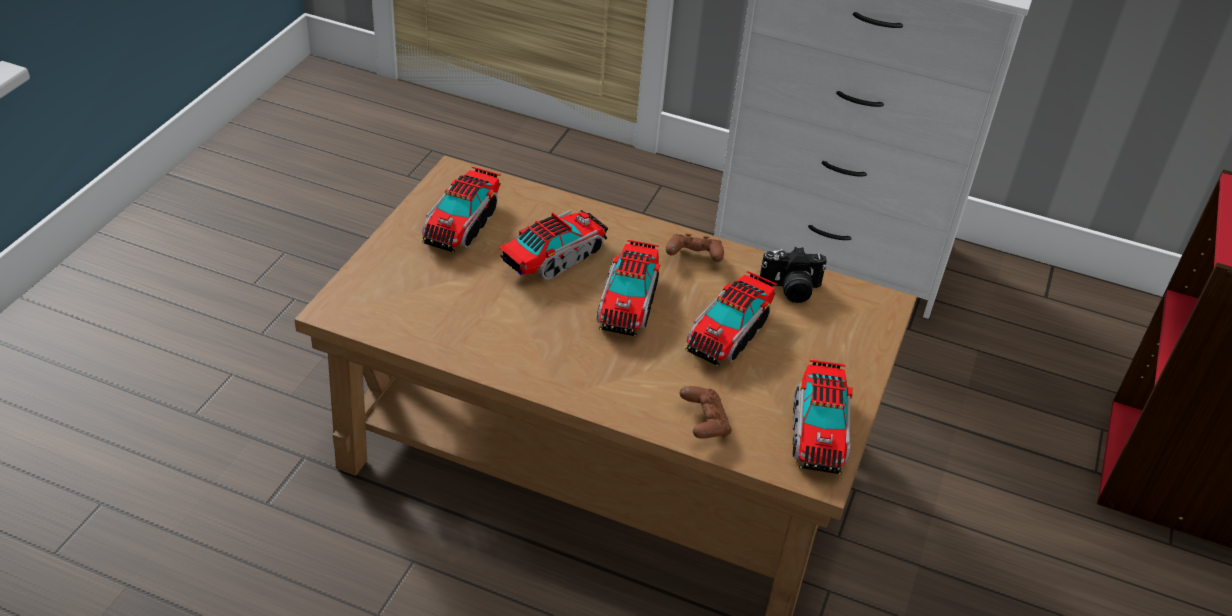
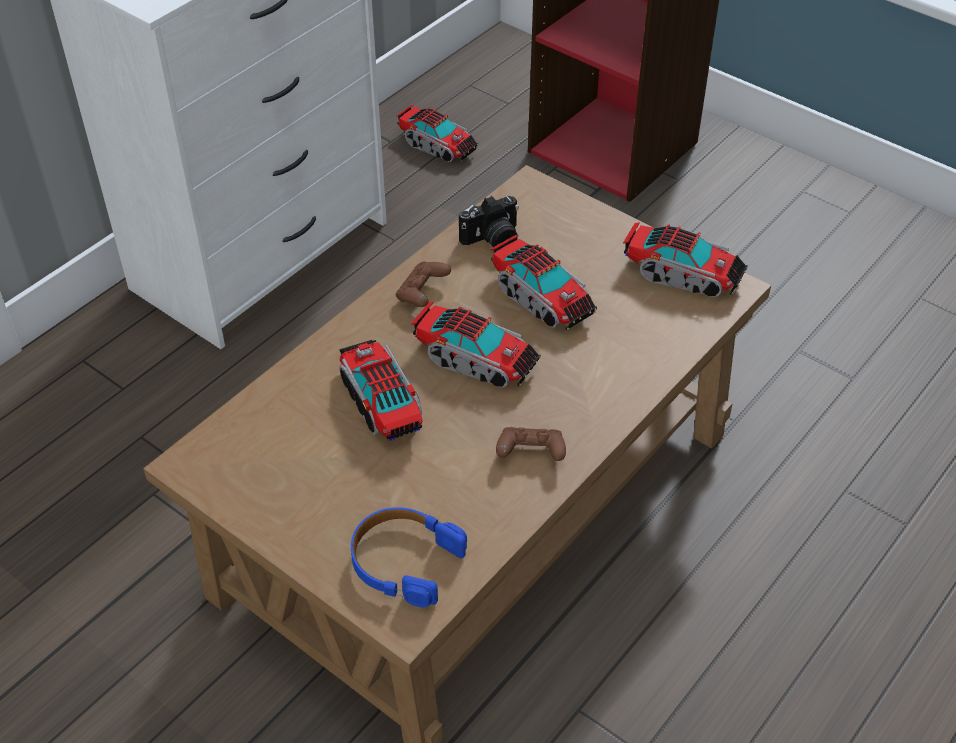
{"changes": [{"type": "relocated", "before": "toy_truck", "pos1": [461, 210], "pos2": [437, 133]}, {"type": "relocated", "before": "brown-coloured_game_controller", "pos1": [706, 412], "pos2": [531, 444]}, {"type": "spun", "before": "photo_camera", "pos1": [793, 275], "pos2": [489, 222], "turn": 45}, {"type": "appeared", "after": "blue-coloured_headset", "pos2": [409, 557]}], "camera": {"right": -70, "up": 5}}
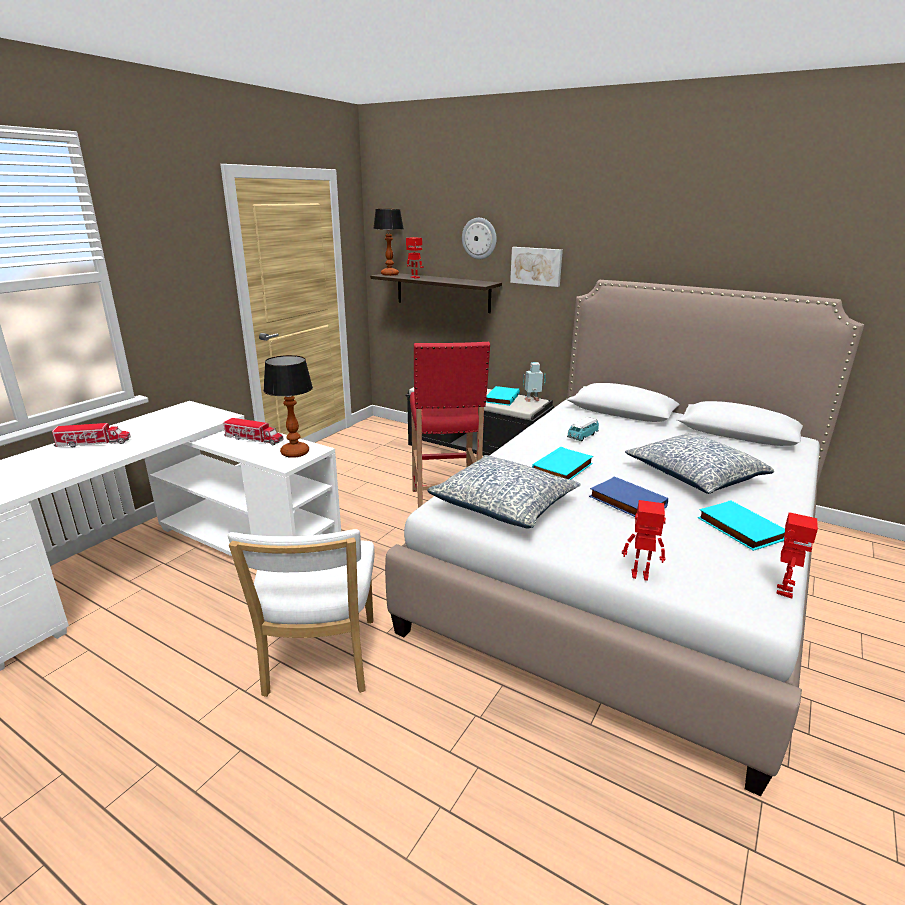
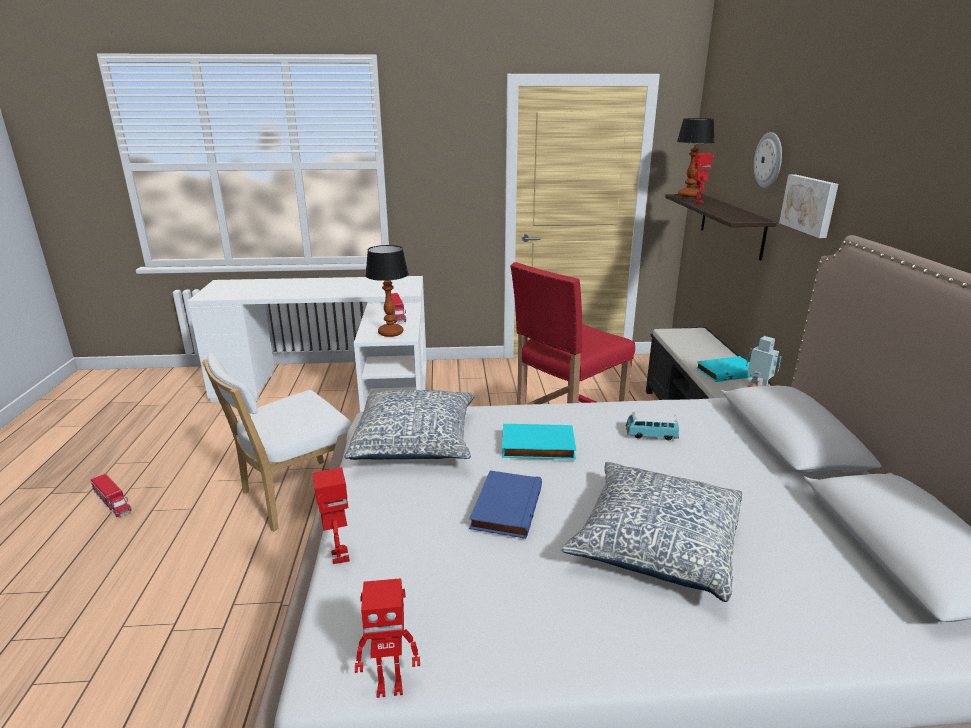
{"changes": [{"type": "relocated", "before": "toy_truck", "pos1": [91, 435], "pos2": [111, 495]}, {"type": "missing", "before": "turquoise-coloured_volume", "pos1": [741, 525]}], "camera": {"right": 55, "up": 0}}
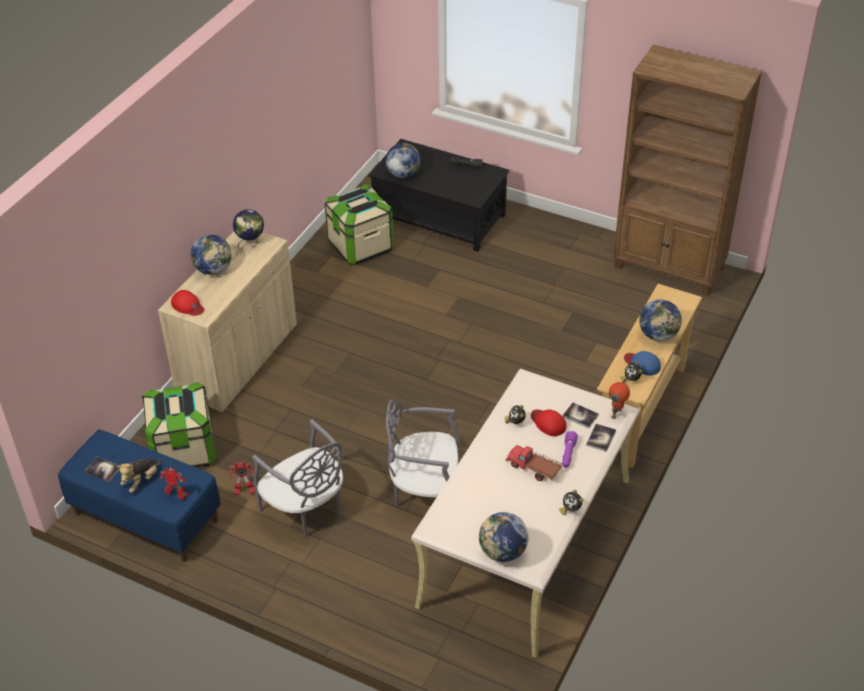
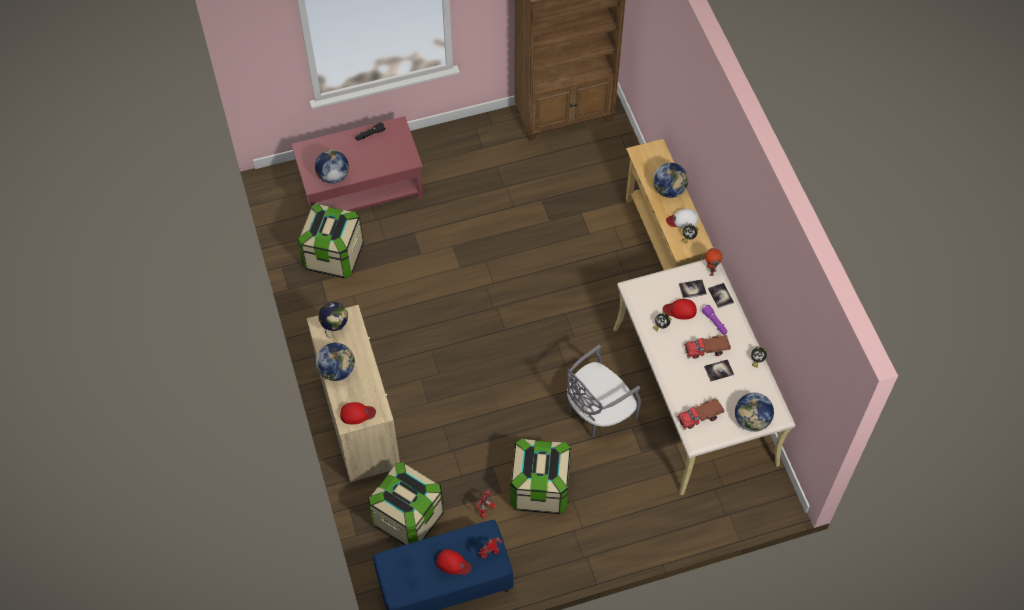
{"changes": [{"type": "relocated", "before": "volume", "pos1": [102, 469], "pos2": [719, 370]}, {"type": "exchanged", "before": "cuddly_toy", "after": "reddish_baseball_cap", "pos1": [139, 476], "pos2": [454, 562]}, {"type": "exchanged", "before": "greyish_plain_chair", "after": "storage_container", "pos1": [297, 478], "pos2": [541, 476]}, {"type": "colour", "before": "blackish_low_table", "after": "reddish_low_table", "pos1": [438, 195], "pos2": [357, 163]}, {"type": "colour", "before": "blue-coloured_baseball_cap", "after": "whitish_baseball_cap", "pos1": [642, 363], "pos2": [682, 219]}, {"type": "appeared", "after": "toy_truck", "pos2": [701, 414]}], "camera": {"right": -45, "up": 15}}
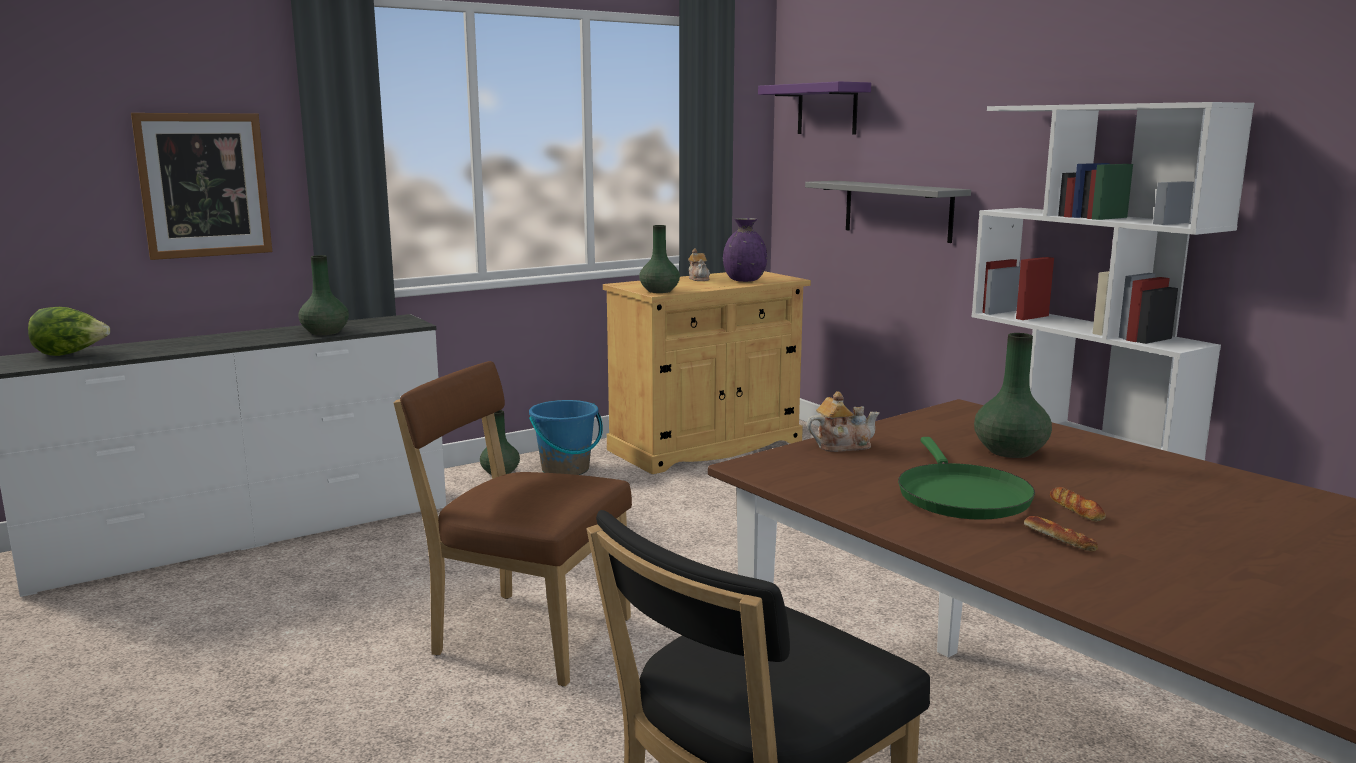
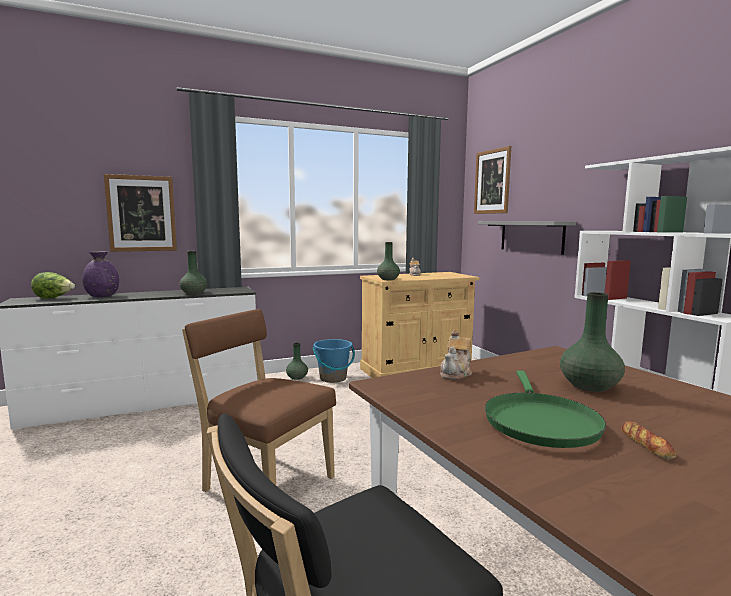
{"changes": [{"type": "relocated", "before": "purple-coloured_flower_vase", "pos1": [745, 250], "pos2": [100, 274]}, {"type": "exchanged", "before": "purple-coloured_wall_shelf", "after": "wall_art", "pos1": [814, 107], "pos2": [492, 180]}, {"type": "spun", "before": "tea_pot", "pos1": [843, 421], "pos2": [456, 354], "turn": 120}, {"type": "missing", "before": "baked_bread", "pos1": [1061, 533]}], "camera": {"right": 10, "up": -5}}
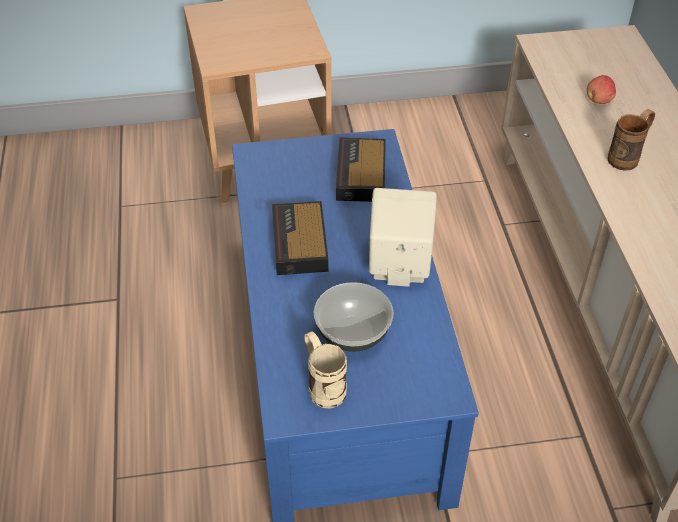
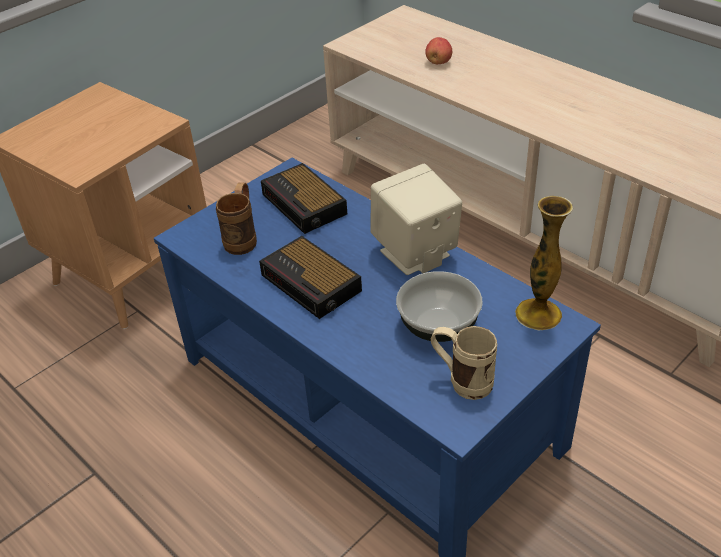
{"changes": [{"type": "relocated", "before": "brown-coloured_coffee_mug", "pos1": [631, 140], "pos2": [236, 218]}, {"type": "appeared", "after": "flower_vase", "pos2": [544, 263]}], "camera": {"right": -35, "up": -5}}
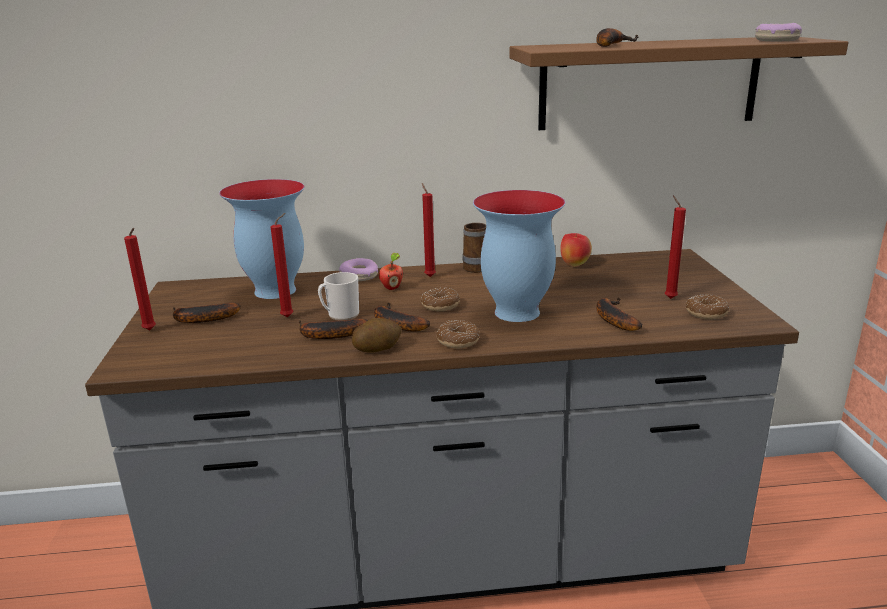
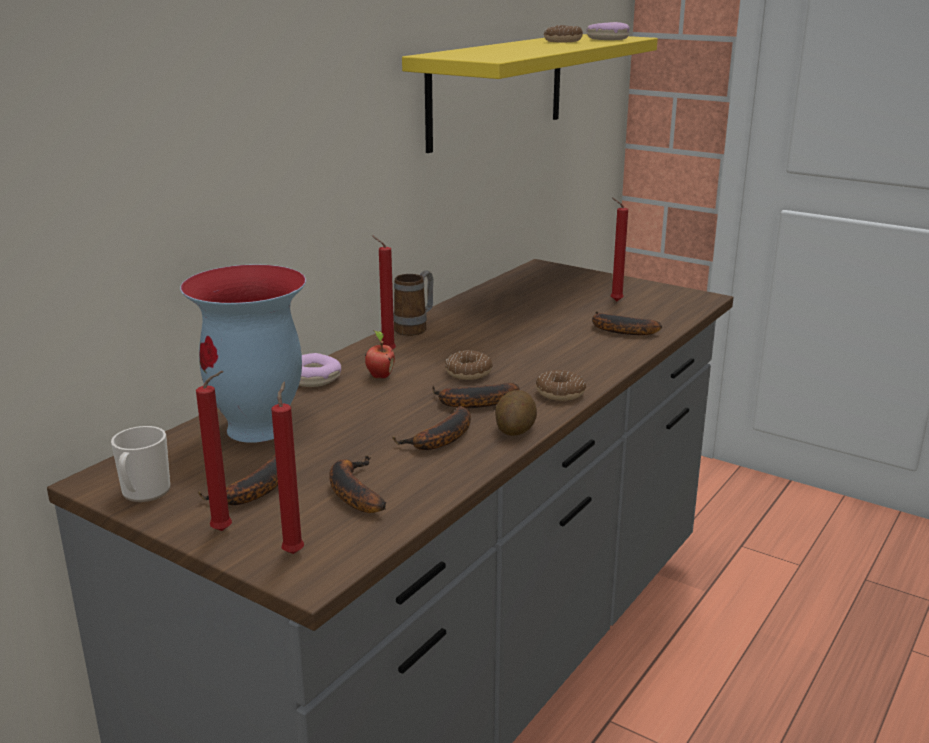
{"changes": [{"type": "relocated", "before": "reddish_wax_light", "pos1": [282, 265], "pos2": [288, 468]}, {"type": "relocated", "before": "coffee_mug", "pos1": [338, 296], "pos2": [140, 464]}, {"type": "missing", "before": "flower_vase", "pos1": [519, 256]}, {"type": "colour", "before": "brown-coloured_wall_shelf", "after": "yellow_wall_shelf", "pos1": [679, 83], "pos2": [530, 93]}, {"type": "missing", "before": "apple_fruit", "pos1": [576, 250]}, {"type": "relocated", "before": "banana_fruit", "pos1": [617, 37], "pos2": [357, 484]}, {"type": "relocated", "before": "ring_doughnut", "pos1": [707, 306], "pos2": [563, 33]}], "camera": {"right": -50, "up": 0}}
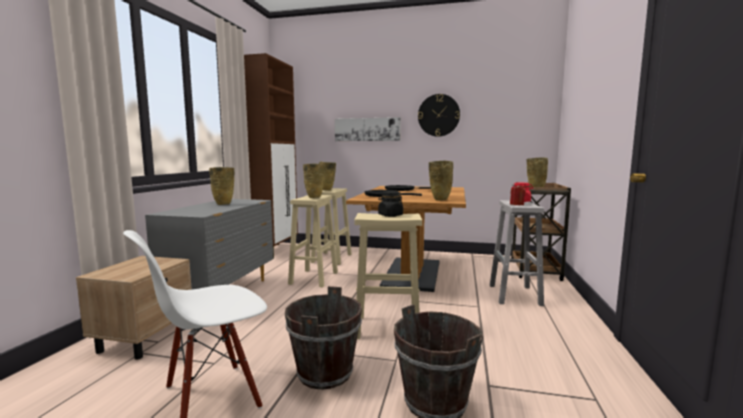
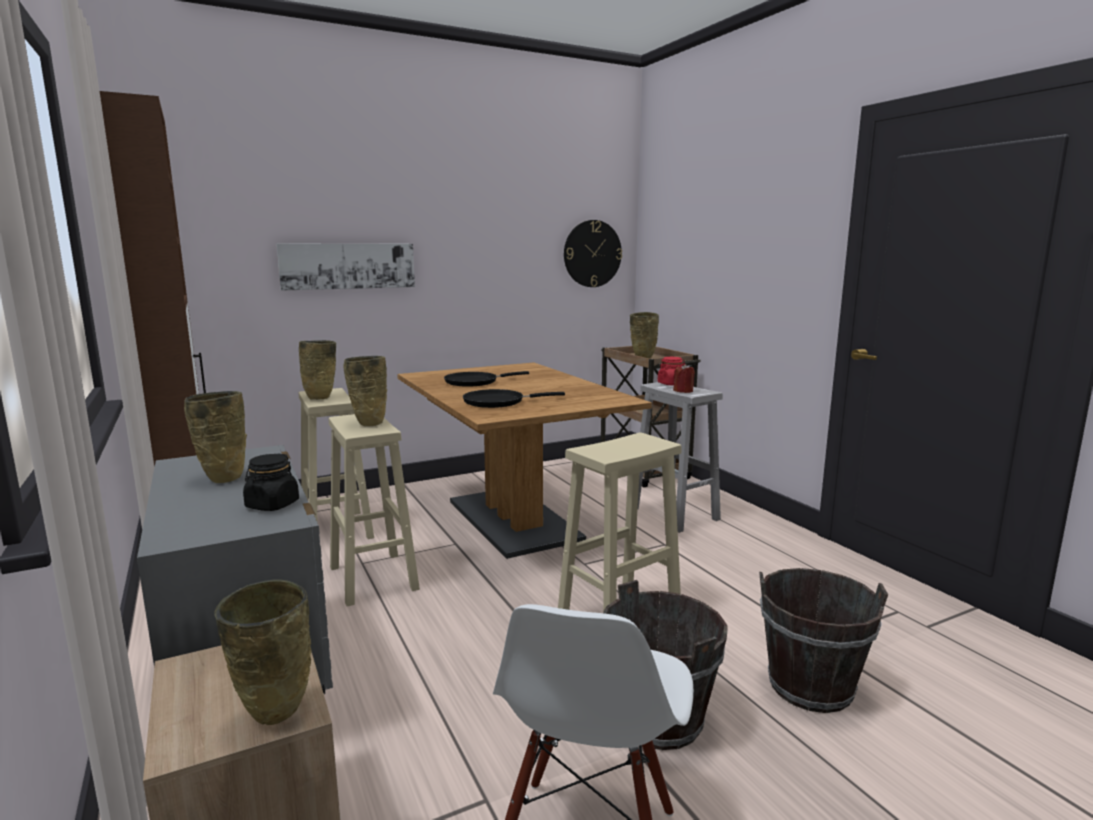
{"changes": [{"type": "relocated", "before": "blackish_jar", "pos1": [390, 204], "pos2": [271, 482]}, {"type": "relocated", "before": "wall_clock", "pos1": [439, 115], "pos2": [593, 253]}, {"type": "relocated", "before": "sand-coloured_flower_vase", "pos1": [441, 181], "pos2": [263, 652]}], "camera": {"right": -40, "up": 5}}
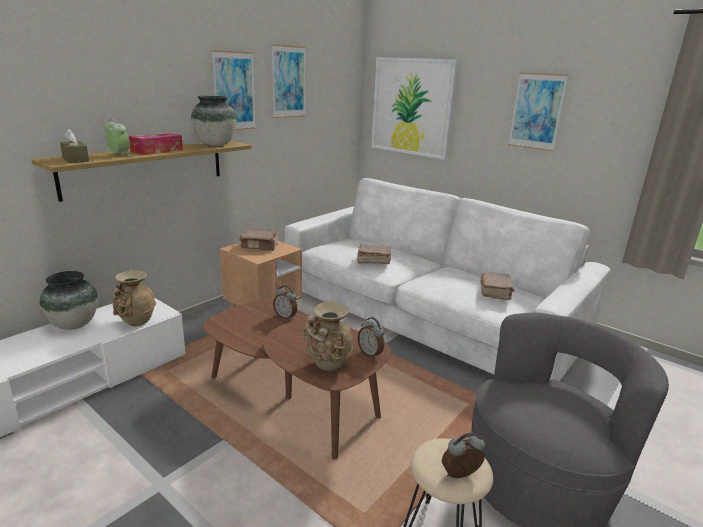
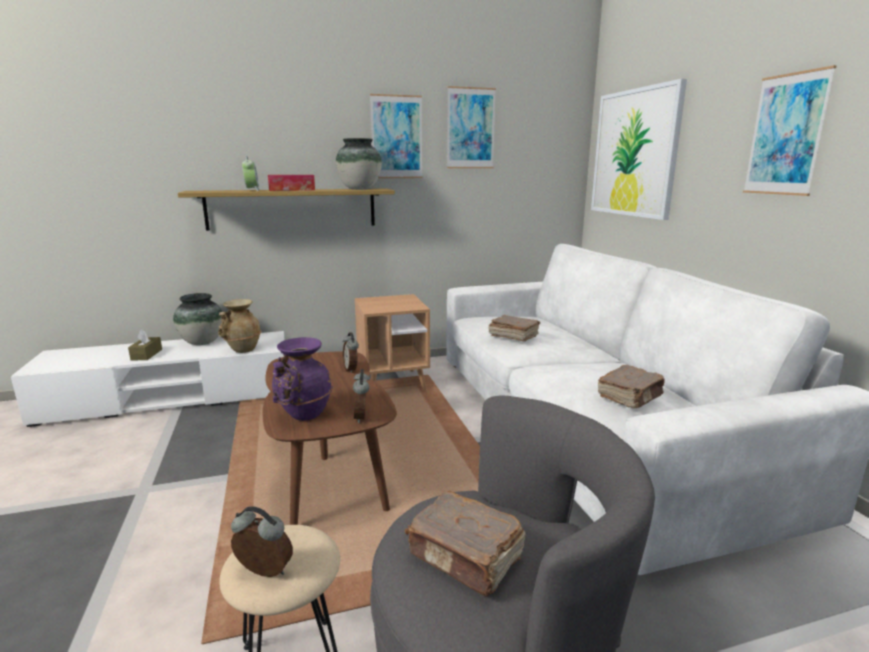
{"changes": [{"type": "relocated", "before": "brown-coloured_tissue_holder", "pos1": [74, 146], "pos2": [145, 344]}, {"type": "relocated", "before": "brown-coloured_volume", "pos1": [259, 240], "pos2": [465, 544]}, {"type": "colour", "before": "sand-coloured_flower_vase", "after": "purple-coloured_flower_vase", "pos1": [327, 336], "pos2": [302, 379]}], "camera": {"right": 35, "up": -5}}
